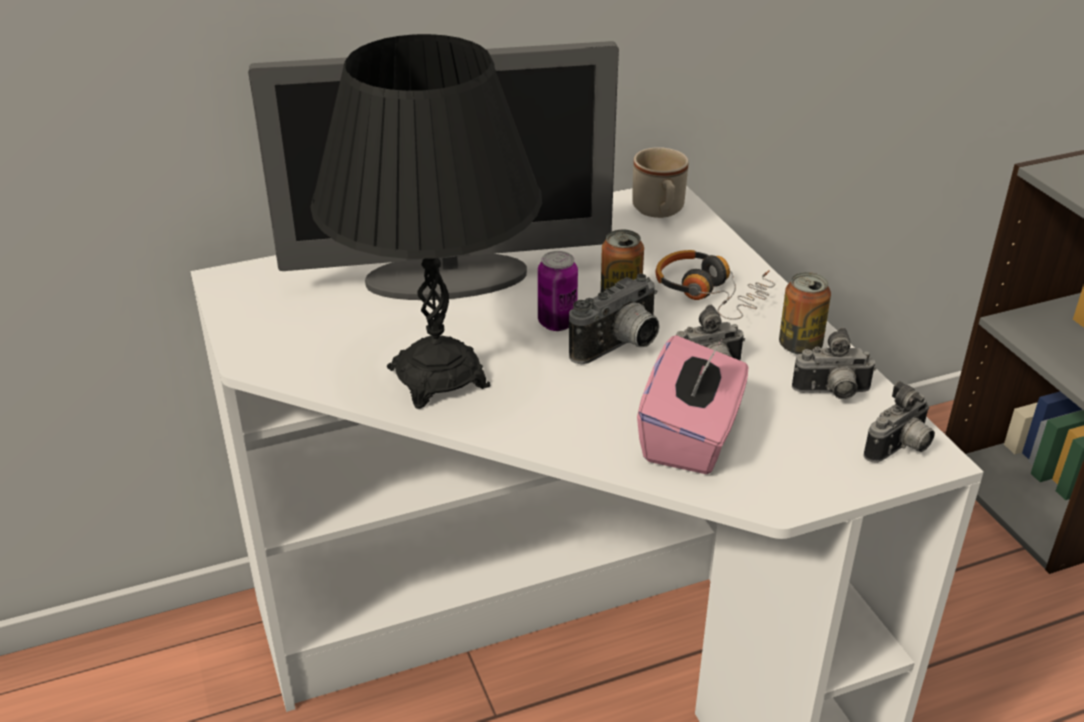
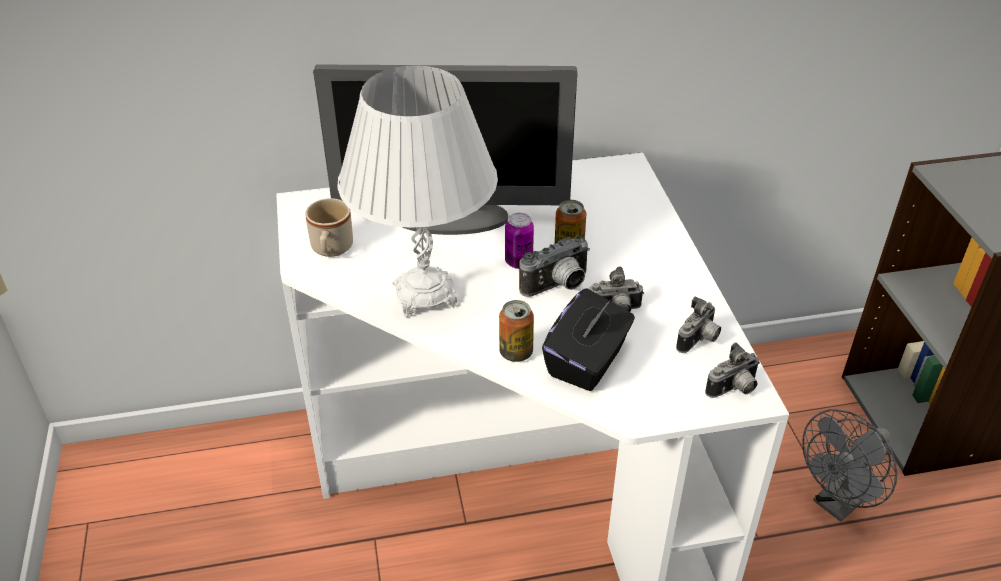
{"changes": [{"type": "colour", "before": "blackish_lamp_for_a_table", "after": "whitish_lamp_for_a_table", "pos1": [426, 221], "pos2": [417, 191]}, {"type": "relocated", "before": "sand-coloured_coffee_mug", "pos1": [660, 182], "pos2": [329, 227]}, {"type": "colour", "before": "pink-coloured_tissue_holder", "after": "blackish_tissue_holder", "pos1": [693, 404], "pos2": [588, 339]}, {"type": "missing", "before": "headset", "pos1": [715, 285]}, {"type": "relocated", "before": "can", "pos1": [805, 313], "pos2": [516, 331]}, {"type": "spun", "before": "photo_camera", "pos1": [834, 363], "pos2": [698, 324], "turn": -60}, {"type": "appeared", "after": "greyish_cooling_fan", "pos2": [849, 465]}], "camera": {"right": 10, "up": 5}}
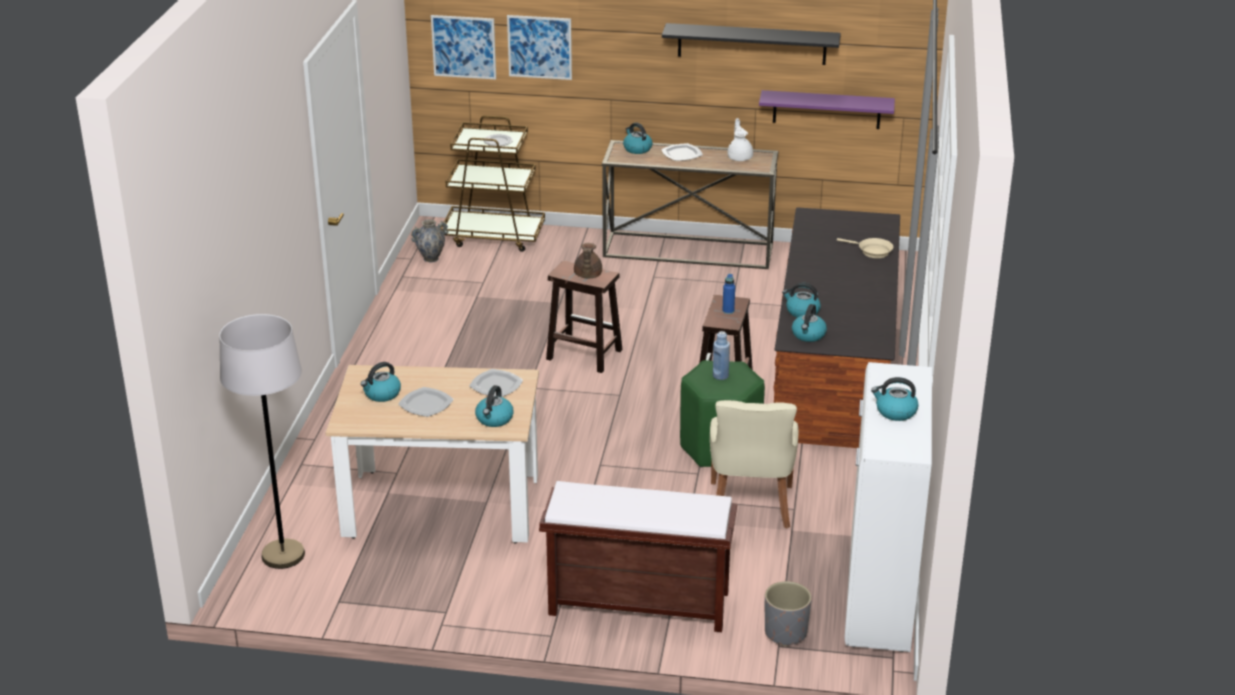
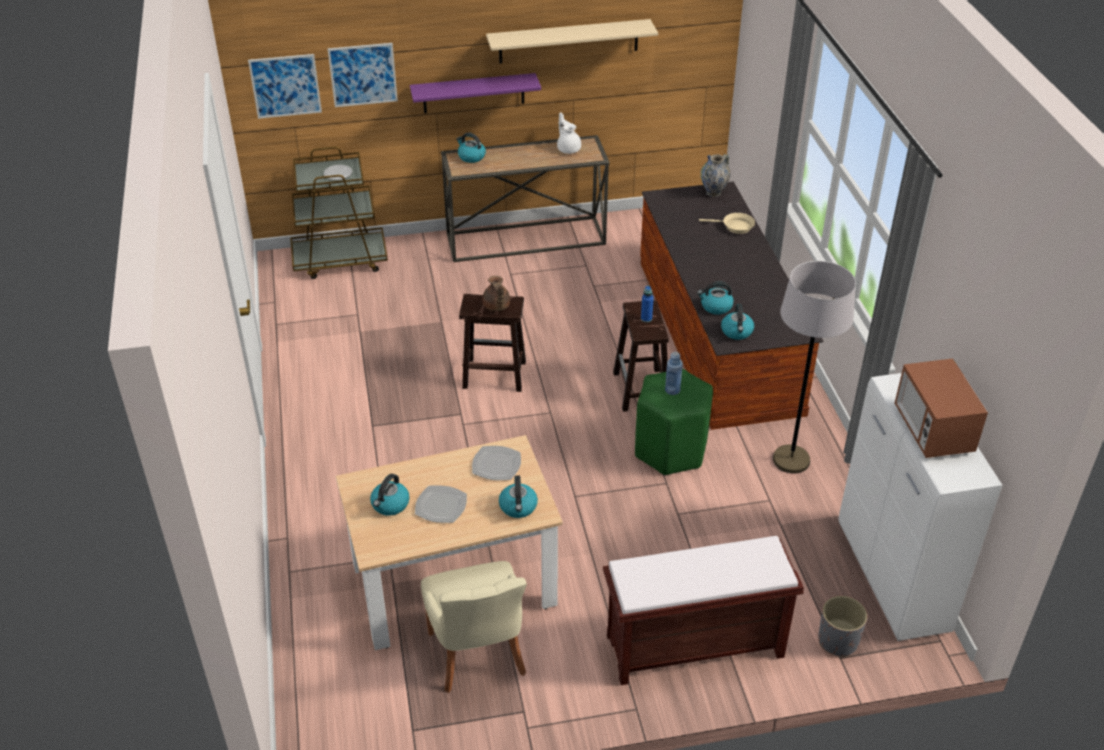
{"changes": [{"type": "relocated", "before": "greyish_standard_lamp", "pos1": [262, 441], "pos2": [814, 367]}, {"type": "relocated", "before": "flower_vase", "pos1": [429, 240], "pos2": [715, 175]}, {"type": "missing", "before": "dinner_plate", "pos1": [682, 152]}, {"type": "colour", "before": "blackish_wall_shelf", "after": "sand-coloured_wall_shelf", "pos1": [751, 44], "pos2": [572, 41]}, {"type": "relocated", "before": "sand-coloured_plain_chair", "pos1": [754, 464], "pos2": [474, 627]}, {"type": "relocated", "before": "purple-coloured_wall_shelf", "pos1": [827, 109], "pos2": [475, 93]}, {"type": "exchanged", "before": "water_kettle", "after": "microwave_oven", "pos1": [895, 399], "pos2": [941, 408]}], "camera": {"right": -20, "up": 10}}
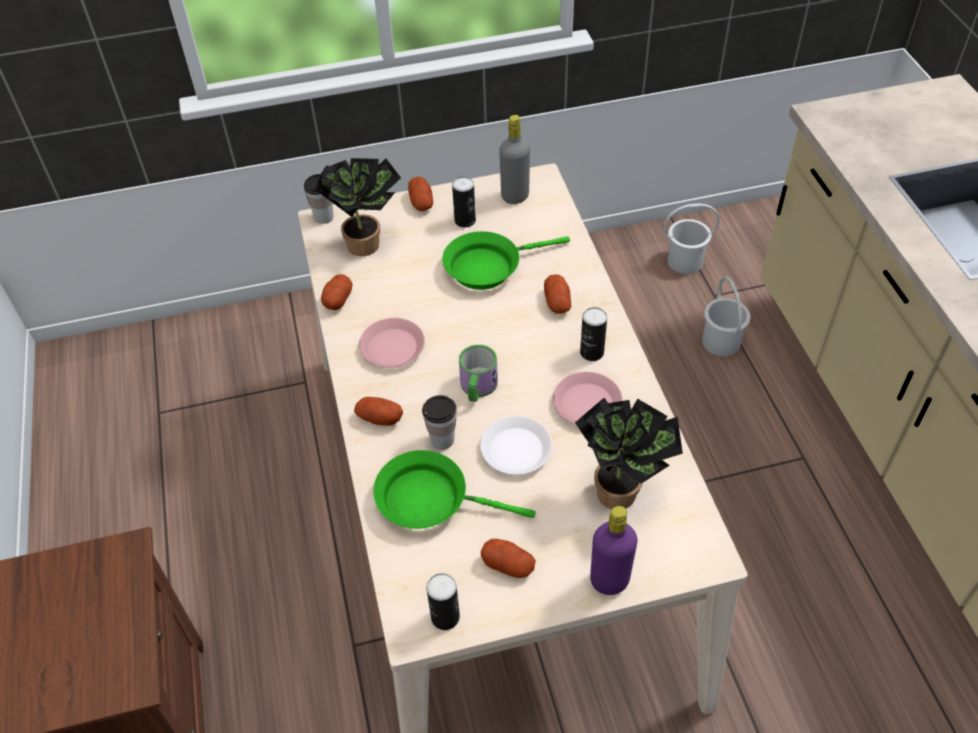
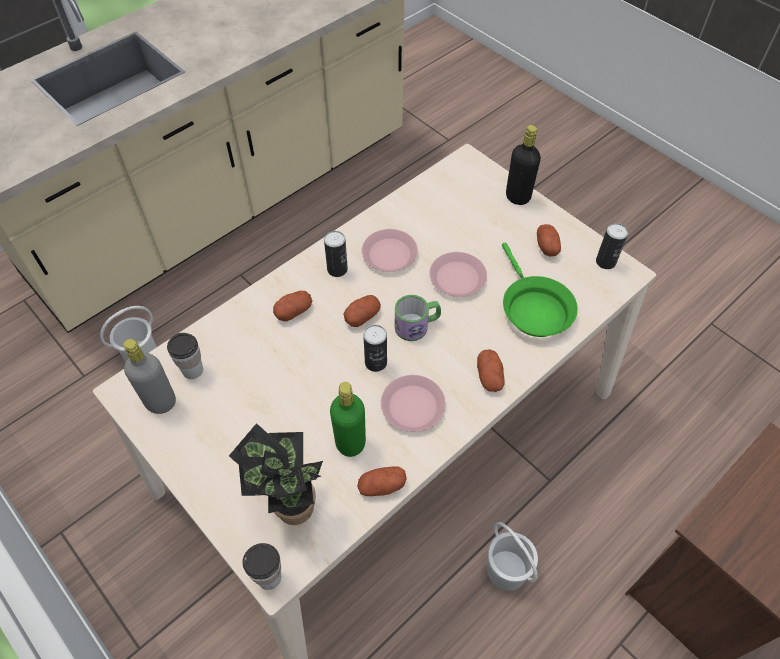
{"changes": [{"type": "relocated", "before": "spud", "pos1": [420, 194], "pos2": [362, 311]}, {"type": "relocated", "before": "small_cup", "pos1": [439, 422], "pos2": [185, 356]}, {"type": "missing", "before": "green-coloured_skillet", "pos1": [506, 260]}, {"type": "relocated", "before": "can", "pos1": [464, 202], "pos2": [375, 348]}, {"type": "colour", "before": "whitish_dinner_plate", "after": "pink-coloured_dinner_plate", "pos1": [516, 445], "pos2": [458, 274]}, {"type": "missing", "before": "houseplant", "pos1": [629, 453]}, {"type": "colour", "before": "purple-coloured_drink_bottle", "after": "blackish_drink_bottle", "pos1": [613, 550], "pos2": [523, 165]}, {"type": "relocated", "before": "whitish_bucket", "pos1": [691, 238], "pos2": [512, 556]}, {"type": "appeared", "after": "green-coloured_drink_bottle", "pos2": [348, 419]}], "camera": {"right": -120, "up": 5}}
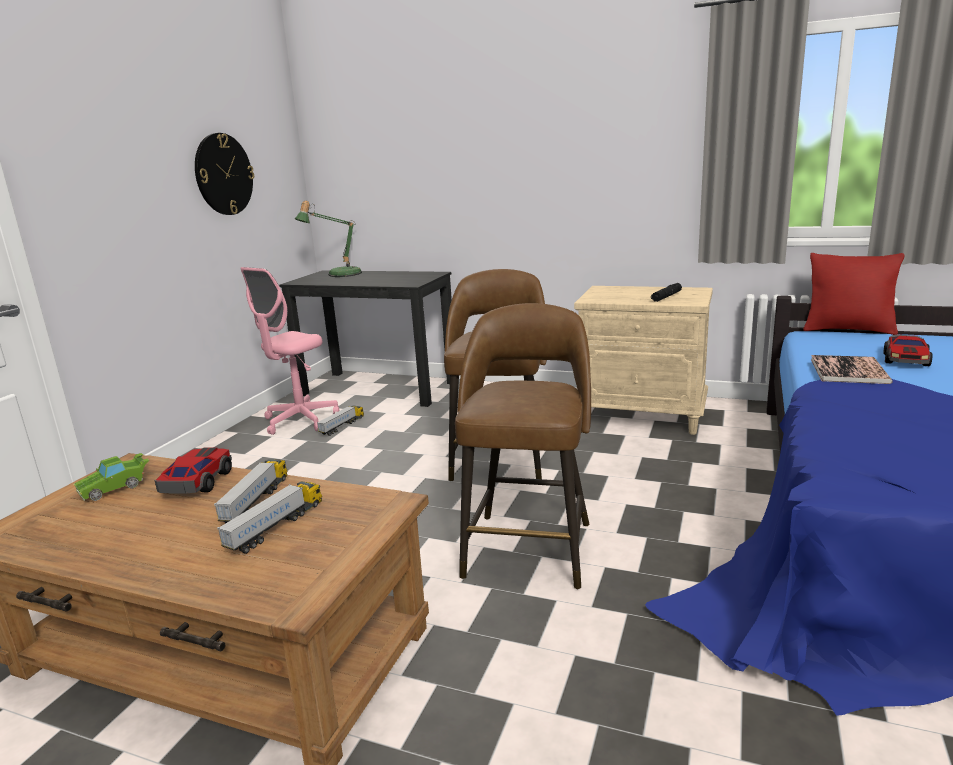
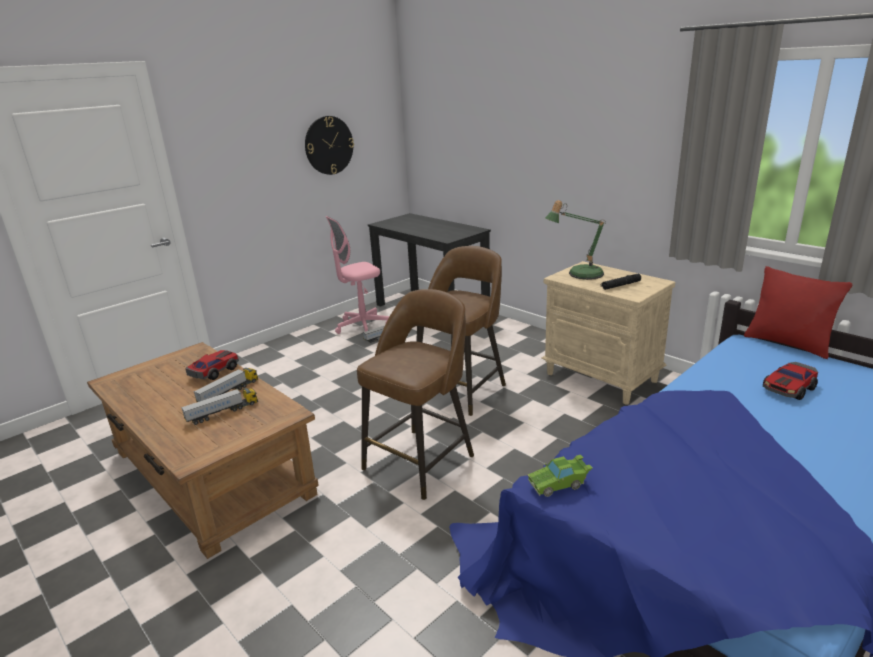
{"changes": [{"type": "relocated", "before": "green-coloured_miniature_car", "pos1": [111, 477], "pos2": [560, 476]}, {"type": "relocated", "before": "lamp_for_a_table", "pos1": [328, 238], "pos2": [575, 240]}, {"type": "missing", "before": "volume", "pos1": [852, 369]}], "camera": {"right": 25, "up": 5}}
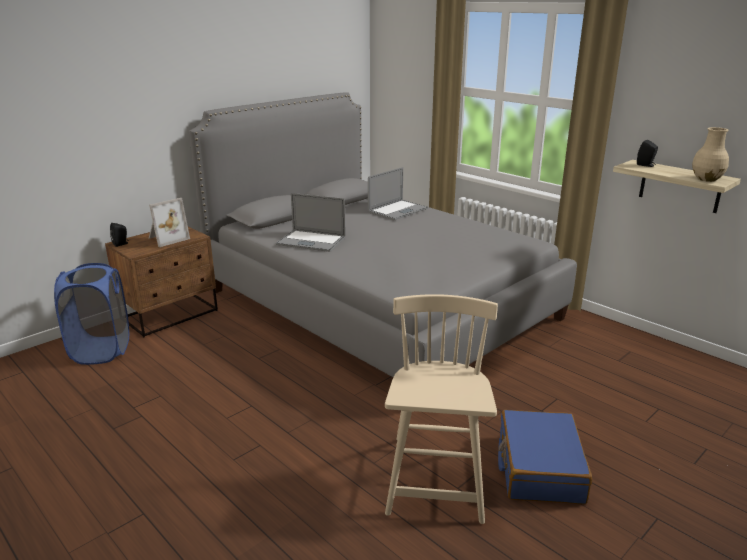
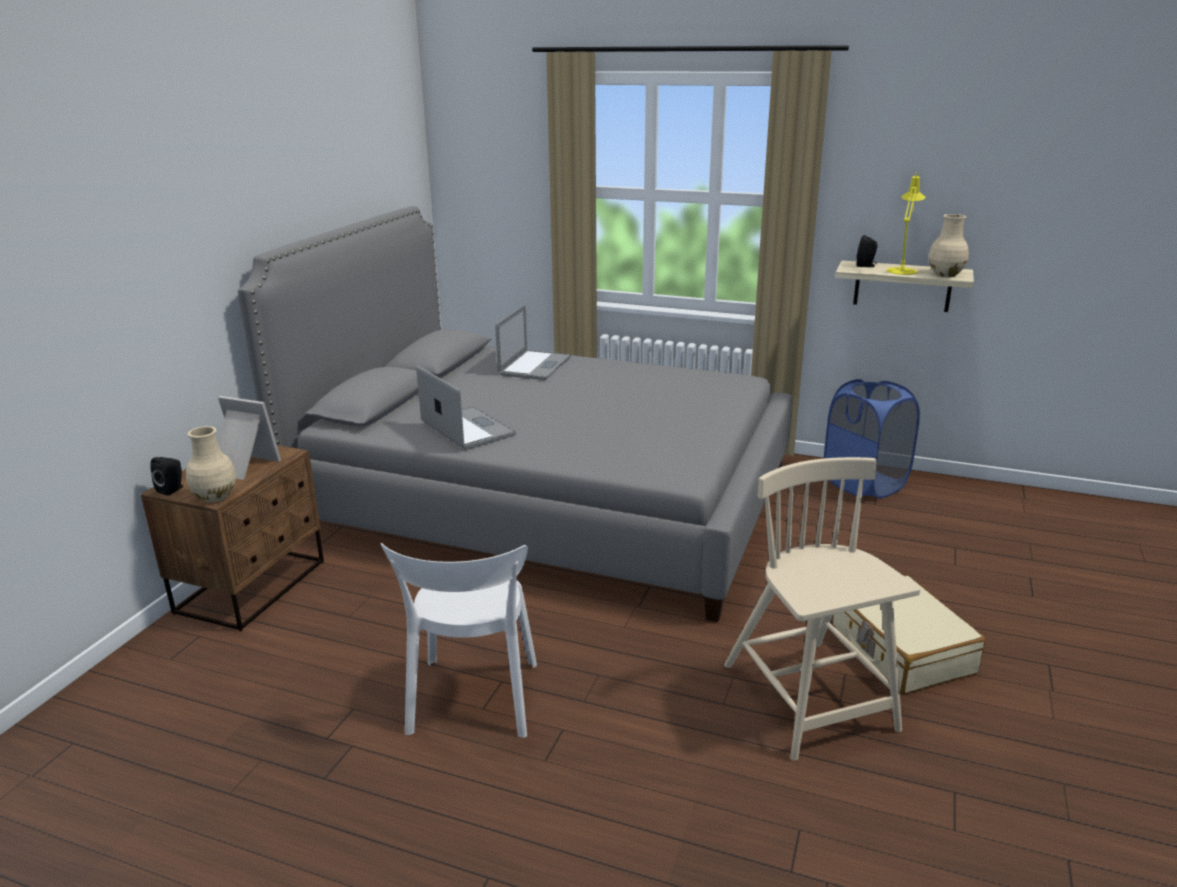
{"changes": [{"type": "relocated", "before": "blue-coloured_washing_basket", "pos1": [91, 314], "pos2": [872, 439]}, {"type": "spun", "before": "photo_frame", "pos1": [169, 222], "pos2": [249, 438], "turn": -90}, {"type": "spun", "before": "portable_computer", "pos1": [311, 222], "pos2": [466, 408], "turn": -120}, {"type": "colour", "before": "blue-coloured_travel_case", "after": "sand-coloured_travel_case", "pos1": [545, 457], "pos2": [909, 634]}, {"type": "appeared", "after": "sand-coloured_flower_vase", "pos2": [211, 464]}, {"type": "appeared", "after": "whitish_plain_chair", "pos2": [459, 640]}, {"type": "appeared", "after": "yellow_lamp_for_a_table", "pos2": [906, 223]}], "camera": {"right": -25, "up": 0}}
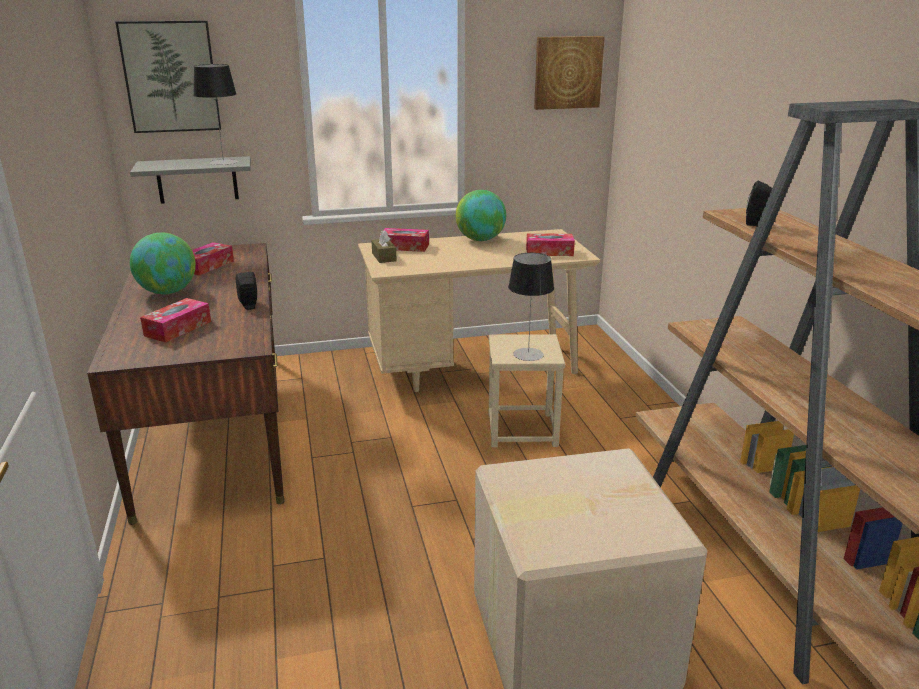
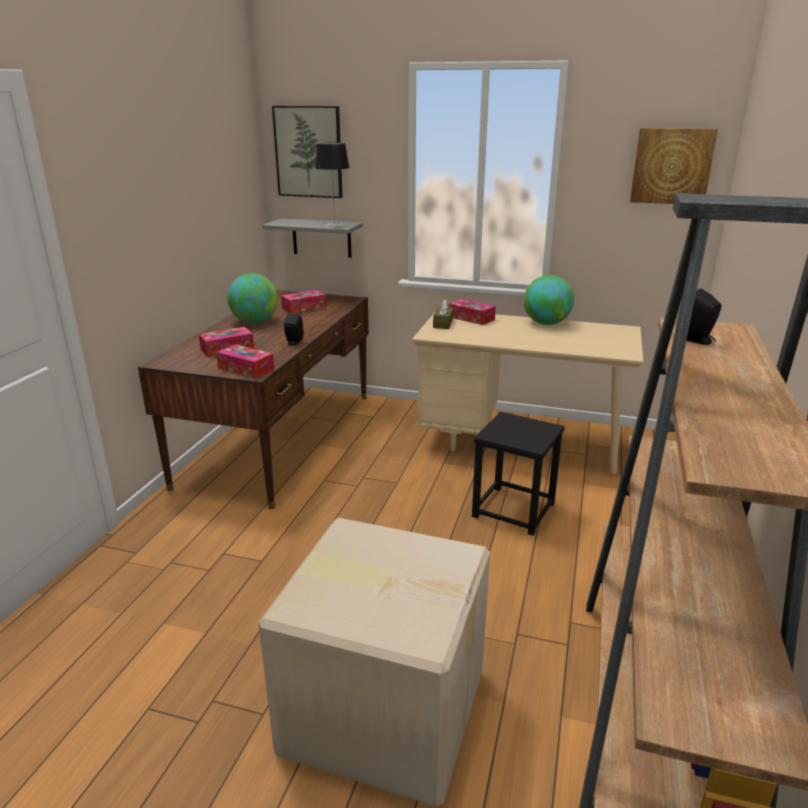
{"changes": [{"type": "colour", "before": "sand-coloured_sitting_stool", "after": "blackish_sitting_stool", "pos1": [527, 390], "pos2": [518, 474]}, {"type": "missing", "before": "lamp_for_a_table", "pos1": [531, 307]}, {"type": "relocated", "before": "tissue_holder", "pos1": [550, 244], "pos2": [245, 361]}], "camera": {"right": 30, "up": 0}}
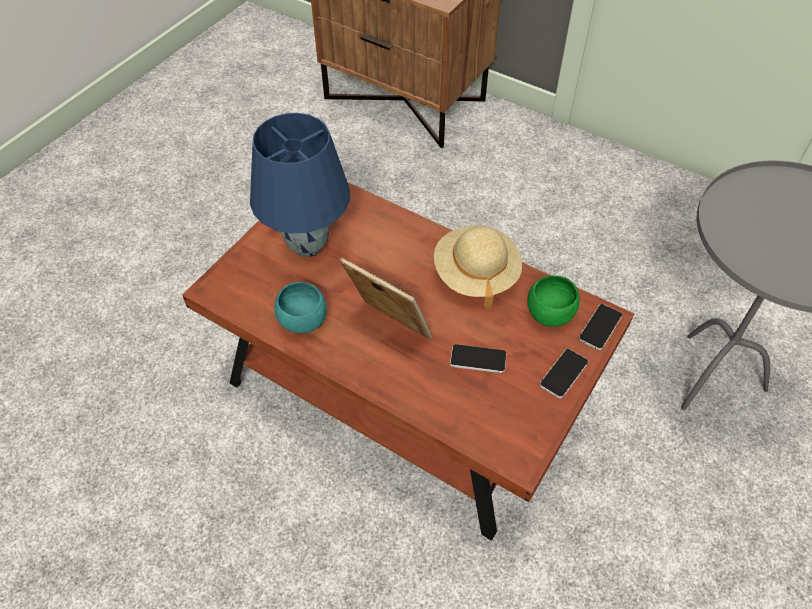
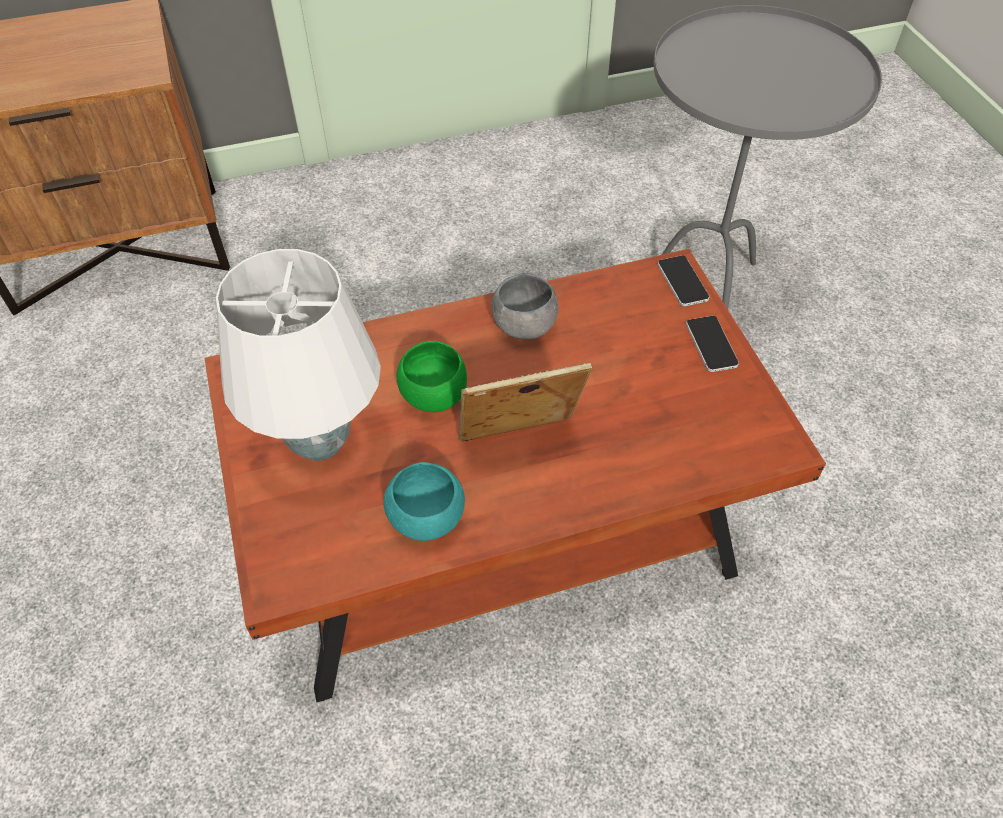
{"changes": [{"type": "colour", "before": "blue-coloured_lamp_for_a_table", "after": "whitish_lamp_for_a_table", "pos1": [300, 185], "pos2": [298, 355]}, {"type": "exchanged", "before": "sand-coloured_hat", "after": "greyish_serving_bowl", "pos1": [478, 267], "pos2": [525, 306]}, {"type": "missing", "before": "handset", "pos1": [478, 358]}, {"type": "relocated", "before": "green-coloured_serving_bowl", "pos1": [553, 301], "pos2": [432, 376]}], "camera": {"right": -50, "up": 0}}
